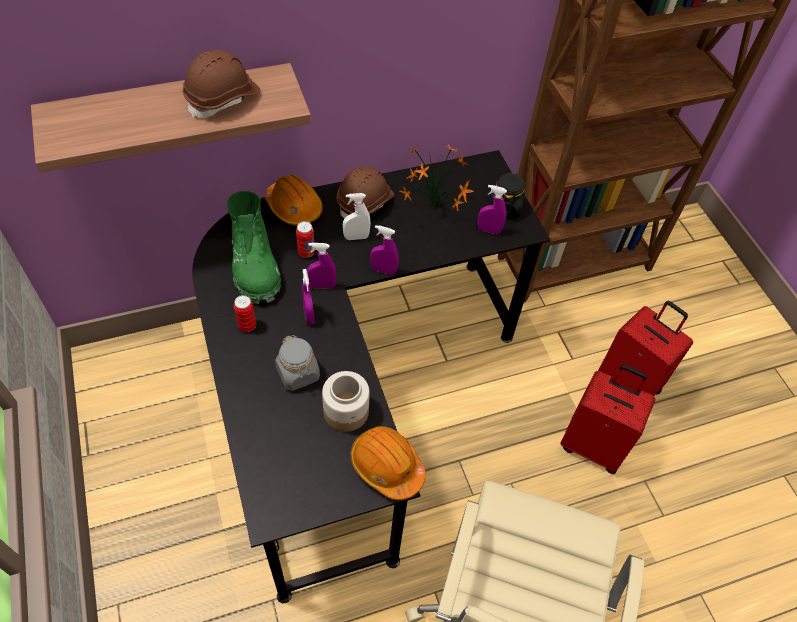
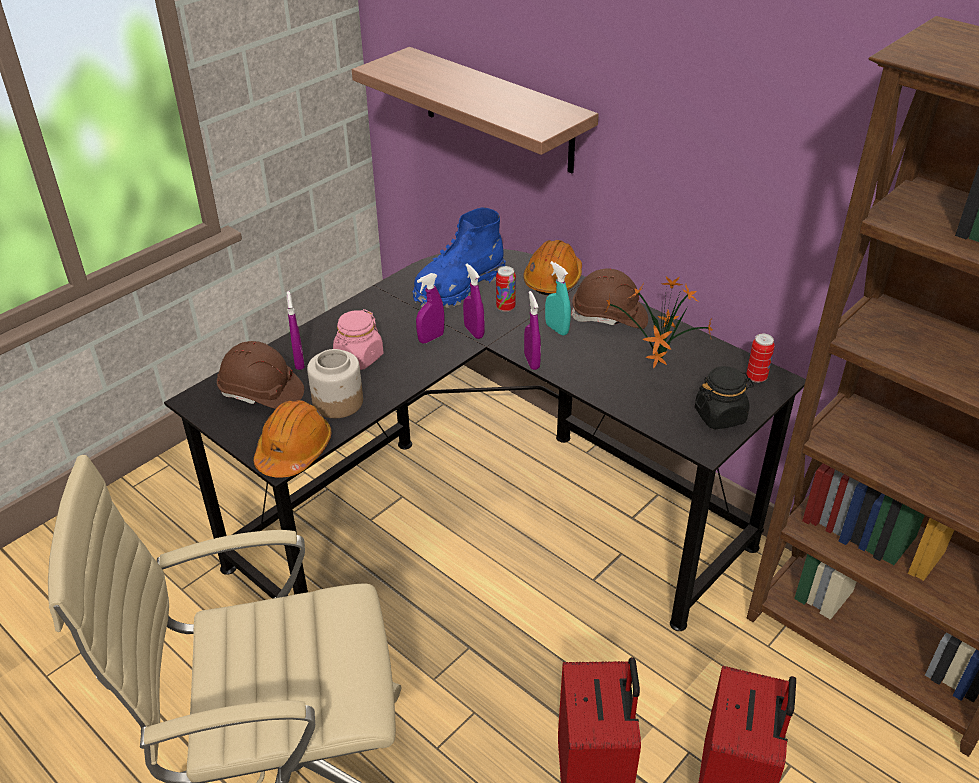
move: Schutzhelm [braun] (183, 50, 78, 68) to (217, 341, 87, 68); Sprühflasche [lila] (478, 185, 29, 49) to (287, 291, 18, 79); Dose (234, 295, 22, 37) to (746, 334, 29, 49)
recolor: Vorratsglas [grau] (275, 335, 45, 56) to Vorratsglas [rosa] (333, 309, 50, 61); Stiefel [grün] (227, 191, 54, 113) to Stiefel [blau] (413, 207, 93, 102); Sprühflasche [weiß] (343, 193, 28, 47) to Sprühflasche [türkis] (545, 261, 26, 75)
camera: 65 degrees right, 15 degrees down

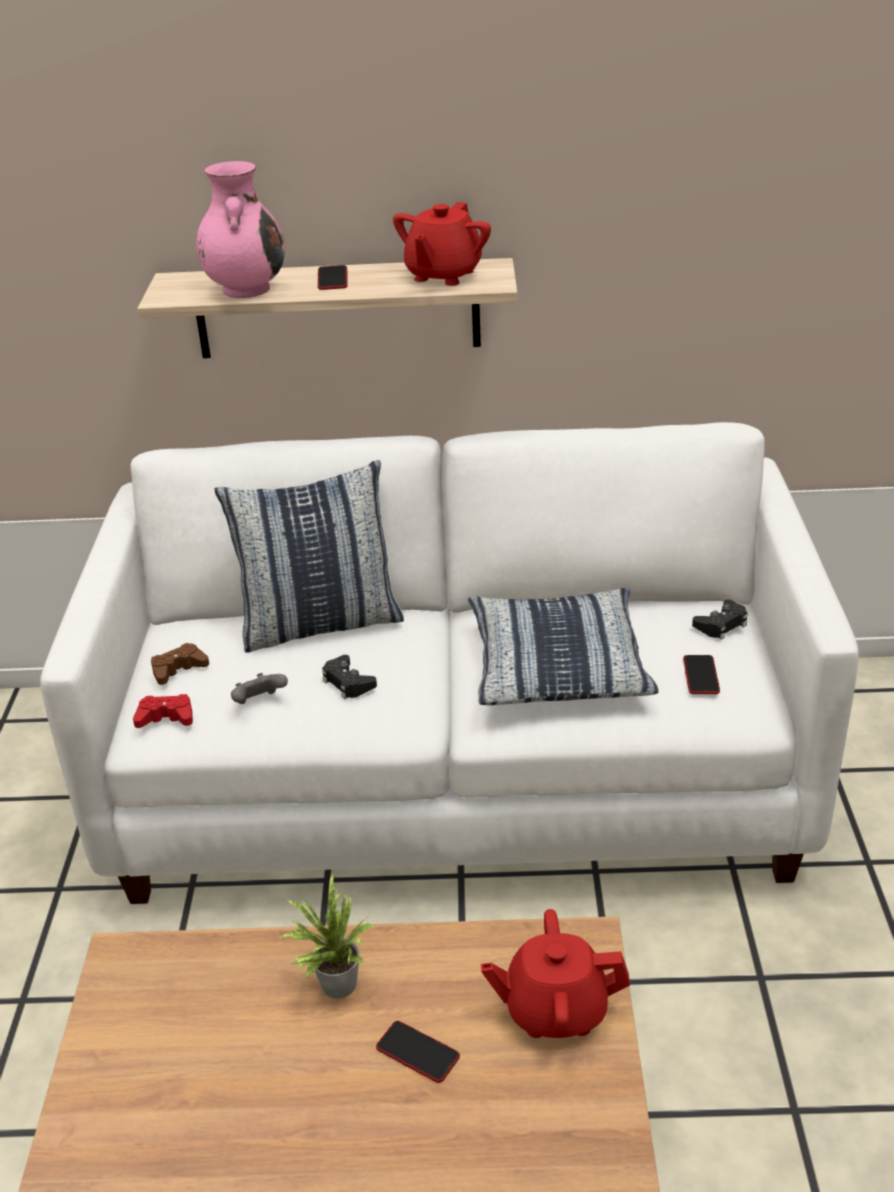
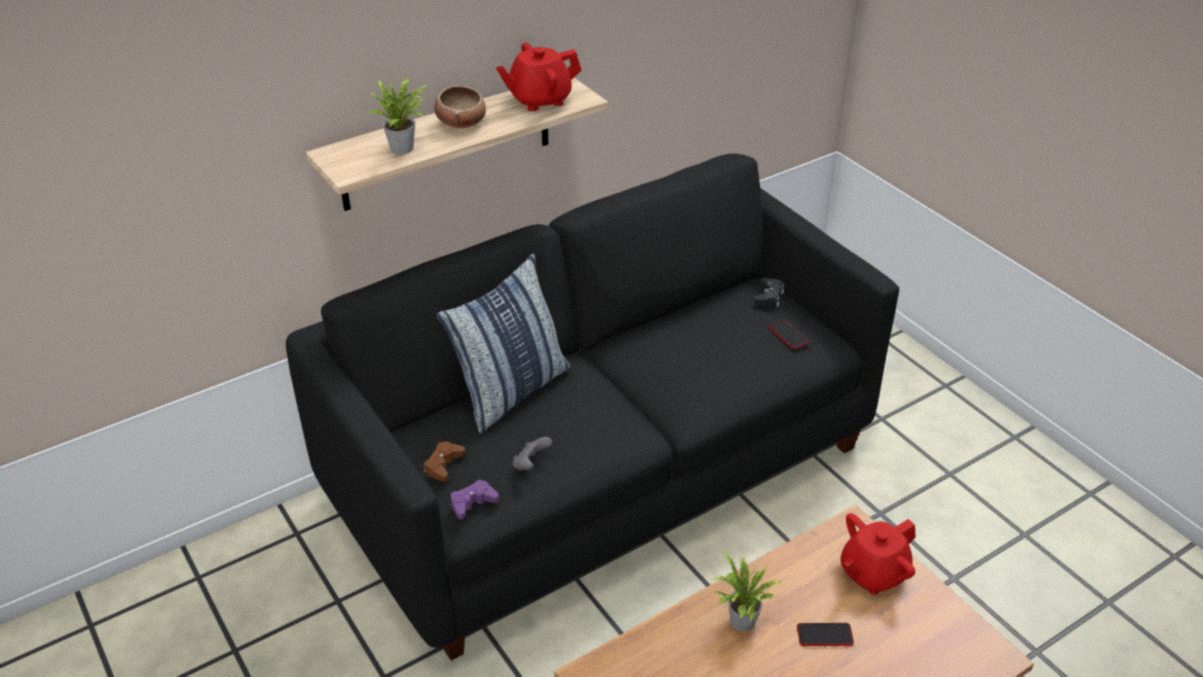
delete: Gamepad [schwarz] (322, 655, 55, 44); Kissen (468, 588, 190, 117)
replace: Vase [rosa] (196, 161, 89, 137) to Topfpflanze (369, 78, 60, 76); Handy (318, 265, 30, 25) to Schüssel (434, 86, 52, 42)
recolor: Sofa [weiß] (40, 422, 819, 482) to Sofa [schwarz] (286, 154, 613, 507); Gamepad [rot] (133, 694, 60, 34) to Gamepad [lila] (451, 480, 48, 39)
rotate: Teekanne [rot] (393, 202, 98, 84) = (496, 43, 85, 68) 75 degrees clockwise
camera: 35 degrees left, 5 degrees up

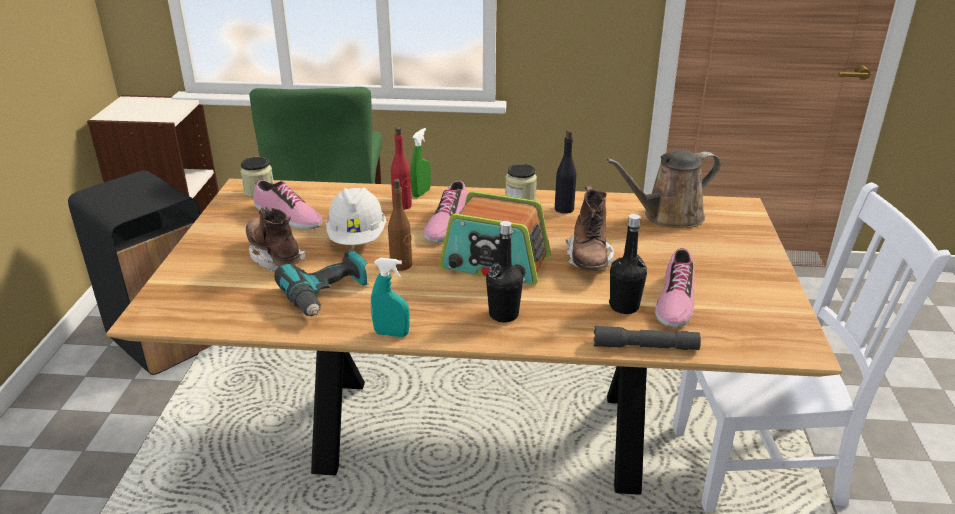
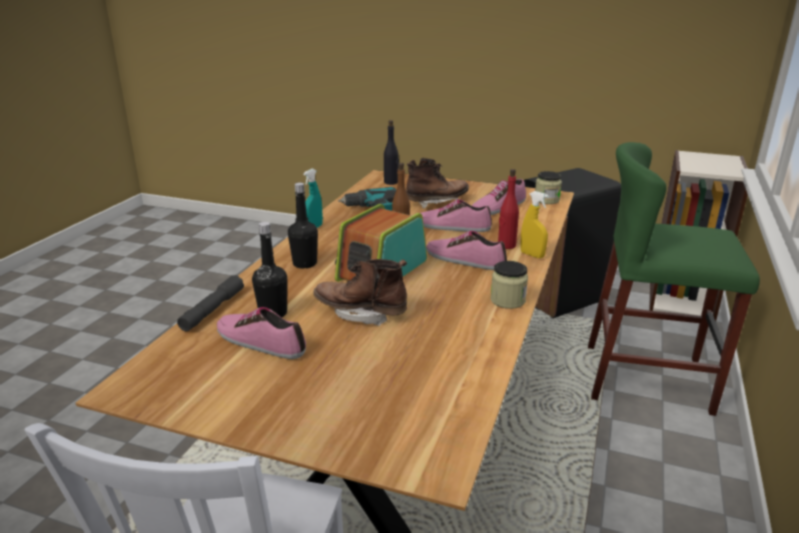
delete: Gießkanne [braun] (606, 150, 115, 78)
move: Flasche [schwarz] (555, 130, 21, 84) to (384, 120, 15, 65)
replace: Schutzhelm [weiß] (326, 187, 60, 58) to Schuh (421, 199, 71, 33)
recolor: Sprühflasche [grün] (410, 128, 21, 70) to Sprühflasche [gelb] (521, 191, 28, 67)
camera: 105 degrees right, 5 degrees down

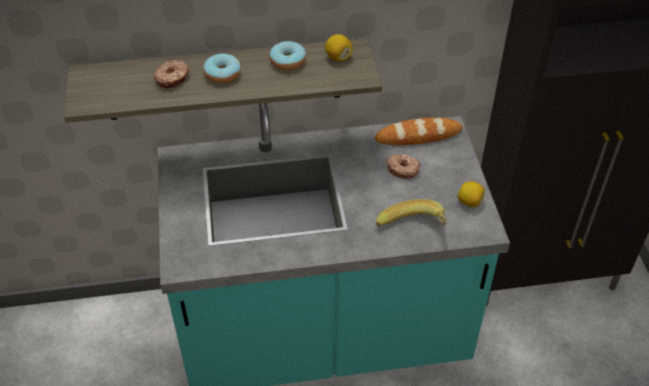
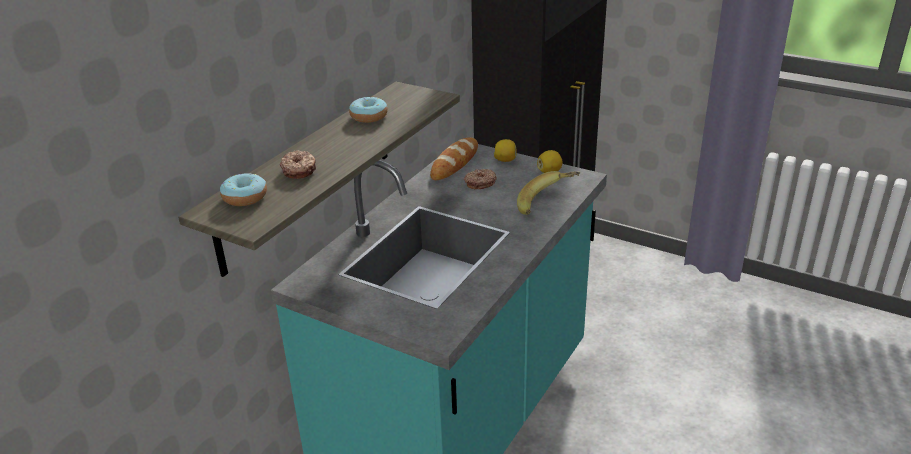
move: Donut (203, 53, 38, 30) to (220, 173, 47, 33); Zitrone (325, 34, 28, 27) to (494, 139, 23, 23)
camera: 50 degrees left, 15 degrees down

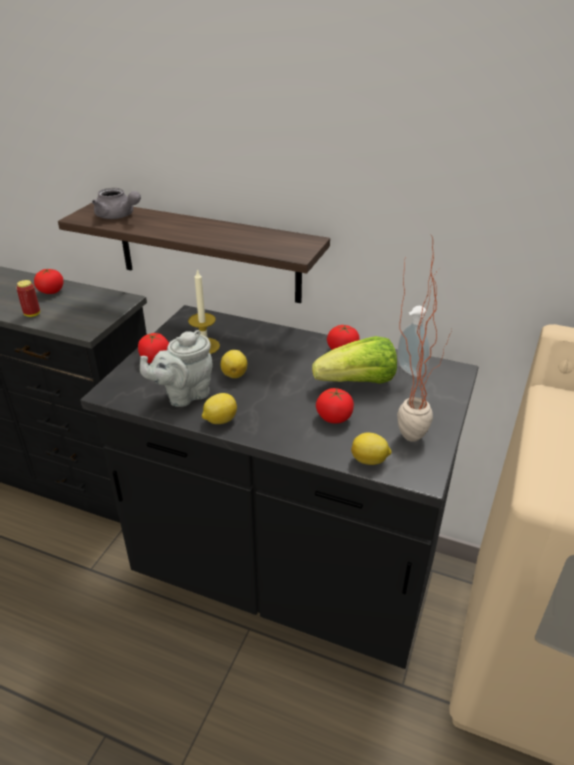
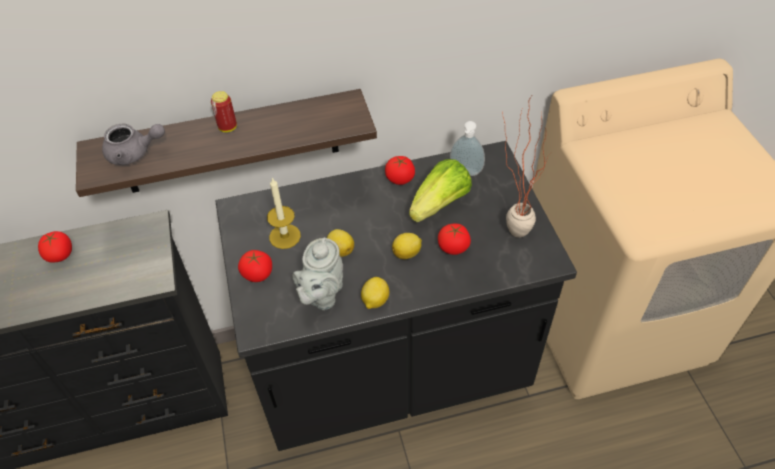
move: Dose (16, 280, 24, 37) to (211, 91, 26, 41); Zitrone (351, 433, 41, 32) to (392, 233, 30, 26)
camera: 35 degrees left, 15 degrees up

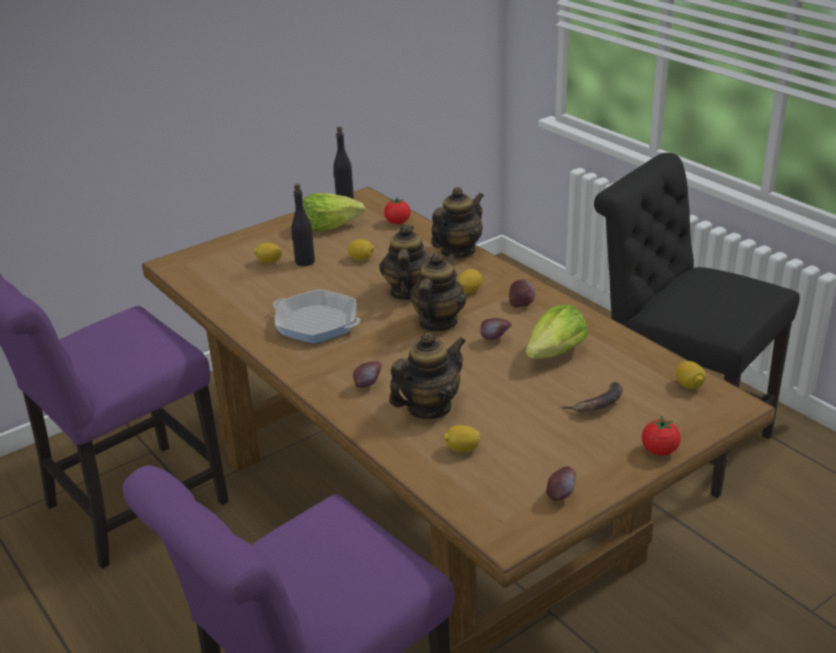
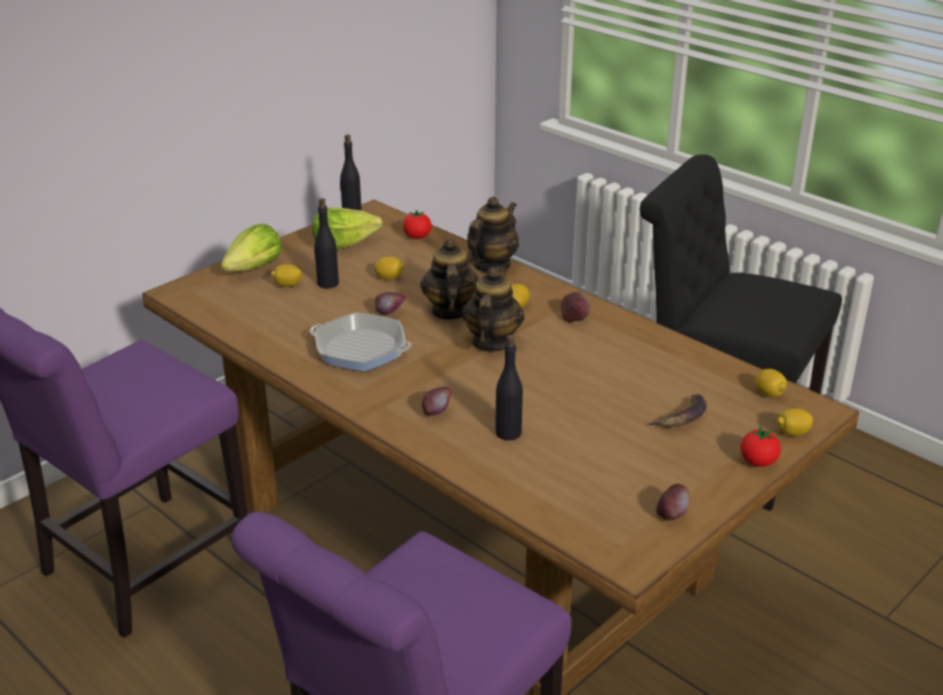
move: Salatkopf (525, 304, 63, 55) to (221, 224, 61, 48); Apfel (480, 318, 32, 22) to (375, 292, 31, 22); Zitrone (444, 425, 37, 27) to (777, 408, 36, 28)
replace: Teekanne (389, 332, 77, 87) to Flasche [schwarz] (495, 335, 28, 106)
camera: 10 degrees left, 0 degrees up

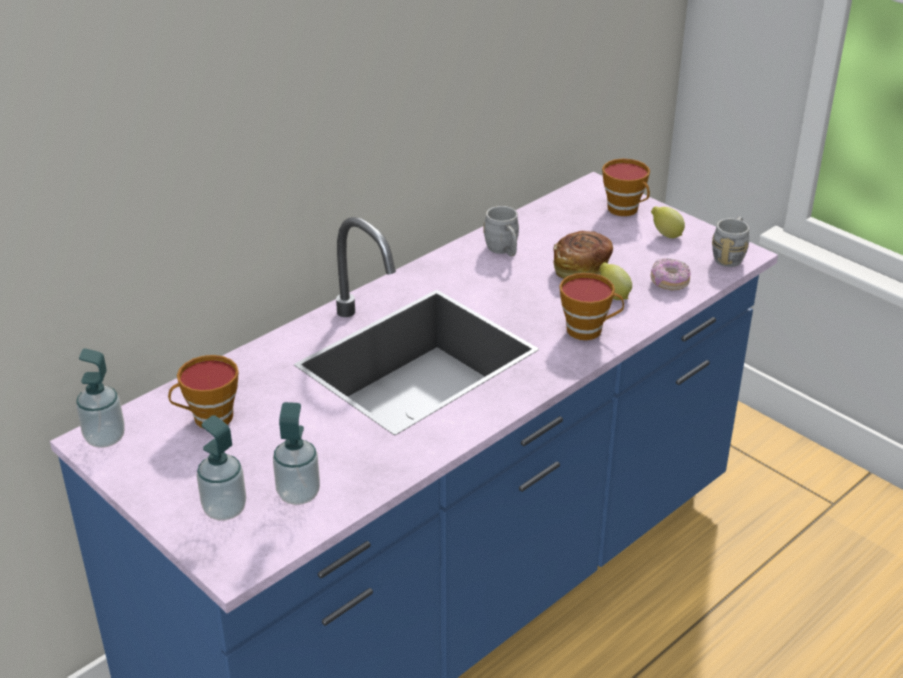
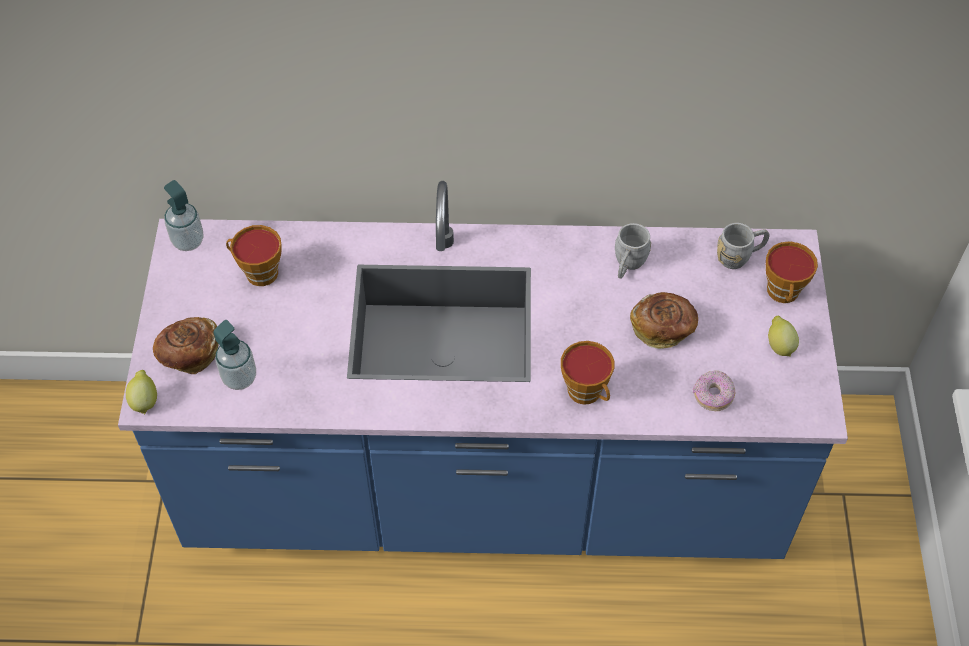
move: Zitrone (599, 262, 33, 38) to (126, 370, 31, 44); Henkelbecher [grau] (712, 217, 37, 50) to (717, 223, 53, 46)
replace: Seifenspender (197, 415, 49, 105) to Brot (153, 317, 66, 57)
camera: 45 degrees right, 20 degrees up

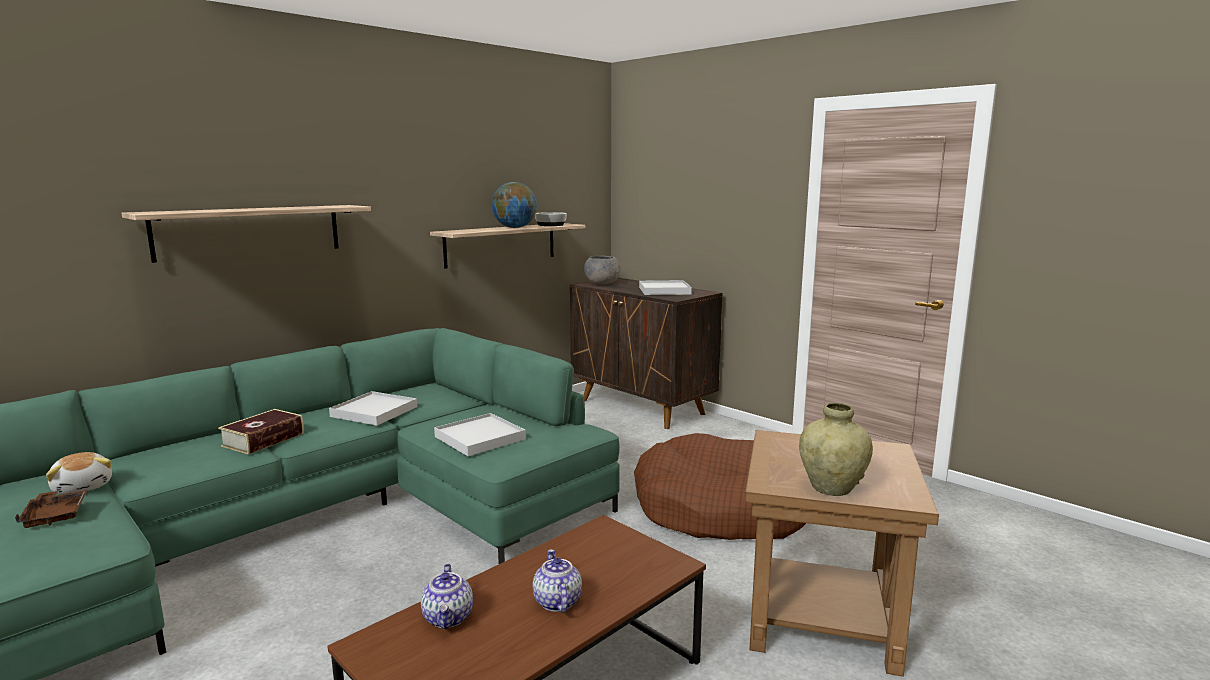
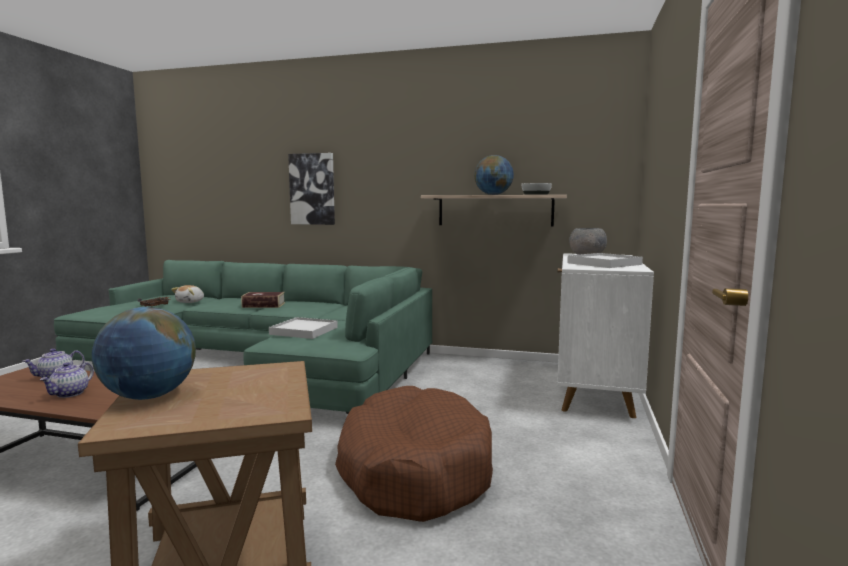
delete: Tablett [weiß] (329, 391, 88, 35)
replace: Vase [beige] (799, 403, 74, 93) to Globus (92, 307, 104, 93); Wandregal (122, 205, 249, 58) to Bild (288, 153, 47, 72)
recolor: Schrank [braun] (570, 278, 153, 151) to Schrank [weiß] (557, 253, 97, 165)
rotate: Teekanne (533, 549, 49, 64) = (40, 362, 54, 36) 150 degrees clockwise
camera: 60 degrees right, 5 degrees down

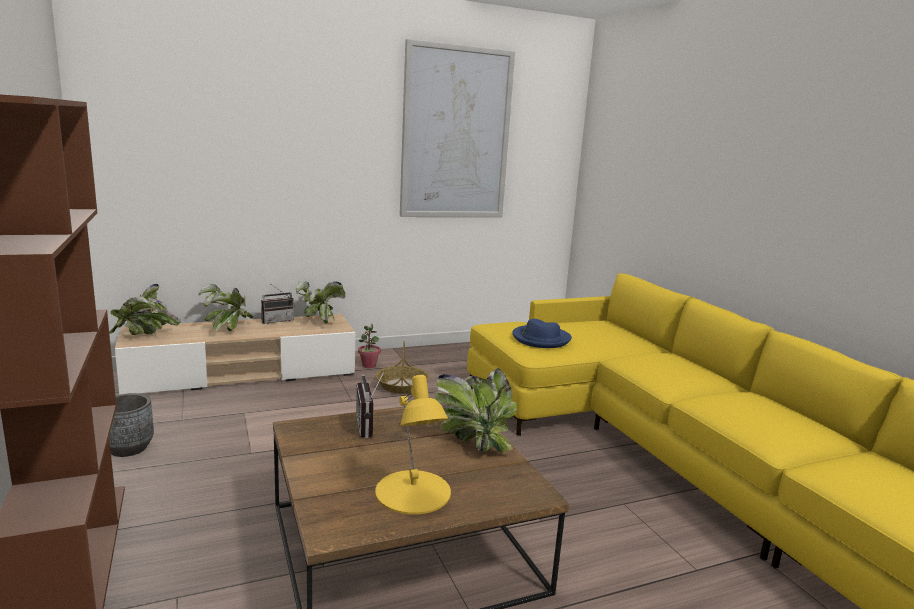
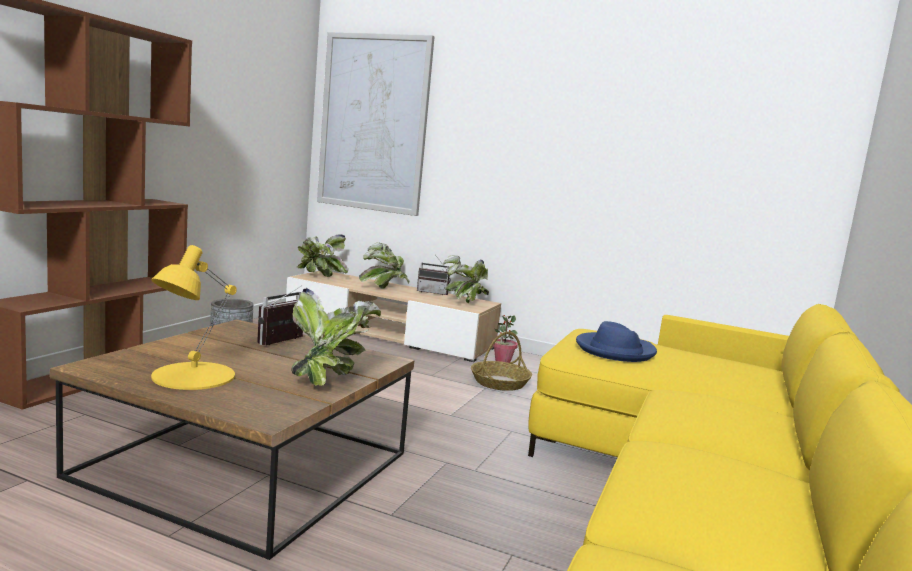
move: Bild (400, 39, 115, 178) to (317, 32, 118, 184)
camera: 45 degrees right, 5 degrees down

